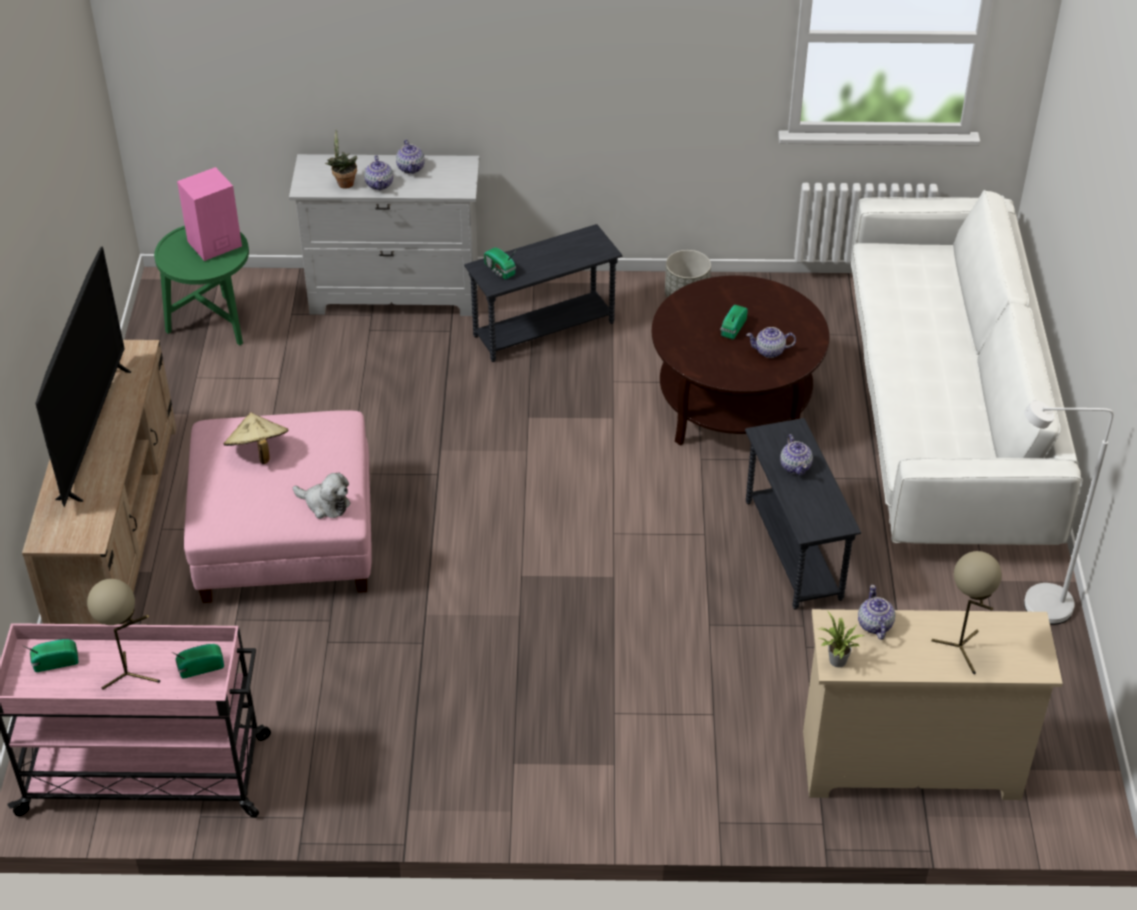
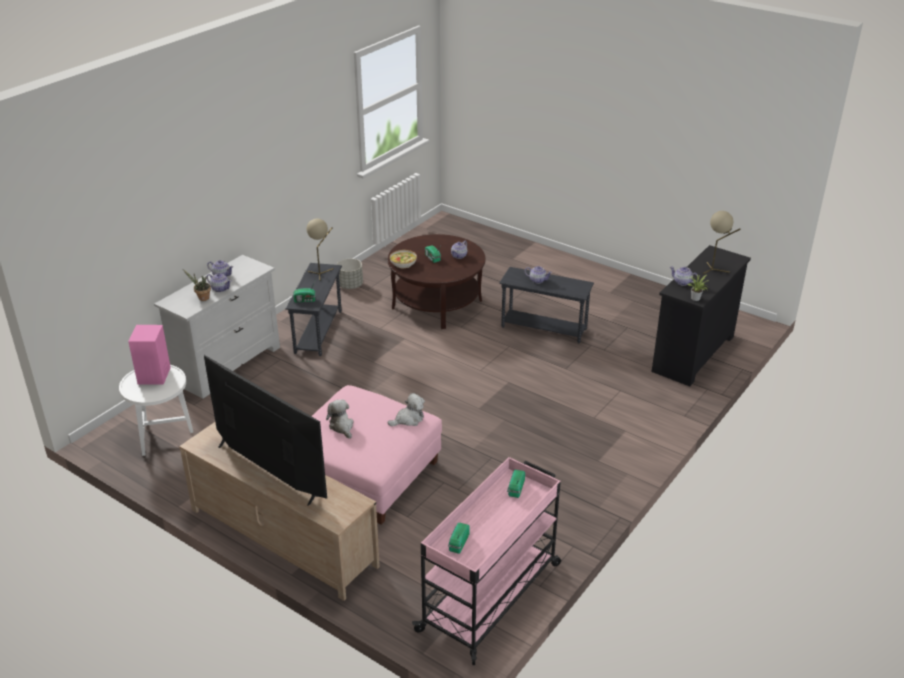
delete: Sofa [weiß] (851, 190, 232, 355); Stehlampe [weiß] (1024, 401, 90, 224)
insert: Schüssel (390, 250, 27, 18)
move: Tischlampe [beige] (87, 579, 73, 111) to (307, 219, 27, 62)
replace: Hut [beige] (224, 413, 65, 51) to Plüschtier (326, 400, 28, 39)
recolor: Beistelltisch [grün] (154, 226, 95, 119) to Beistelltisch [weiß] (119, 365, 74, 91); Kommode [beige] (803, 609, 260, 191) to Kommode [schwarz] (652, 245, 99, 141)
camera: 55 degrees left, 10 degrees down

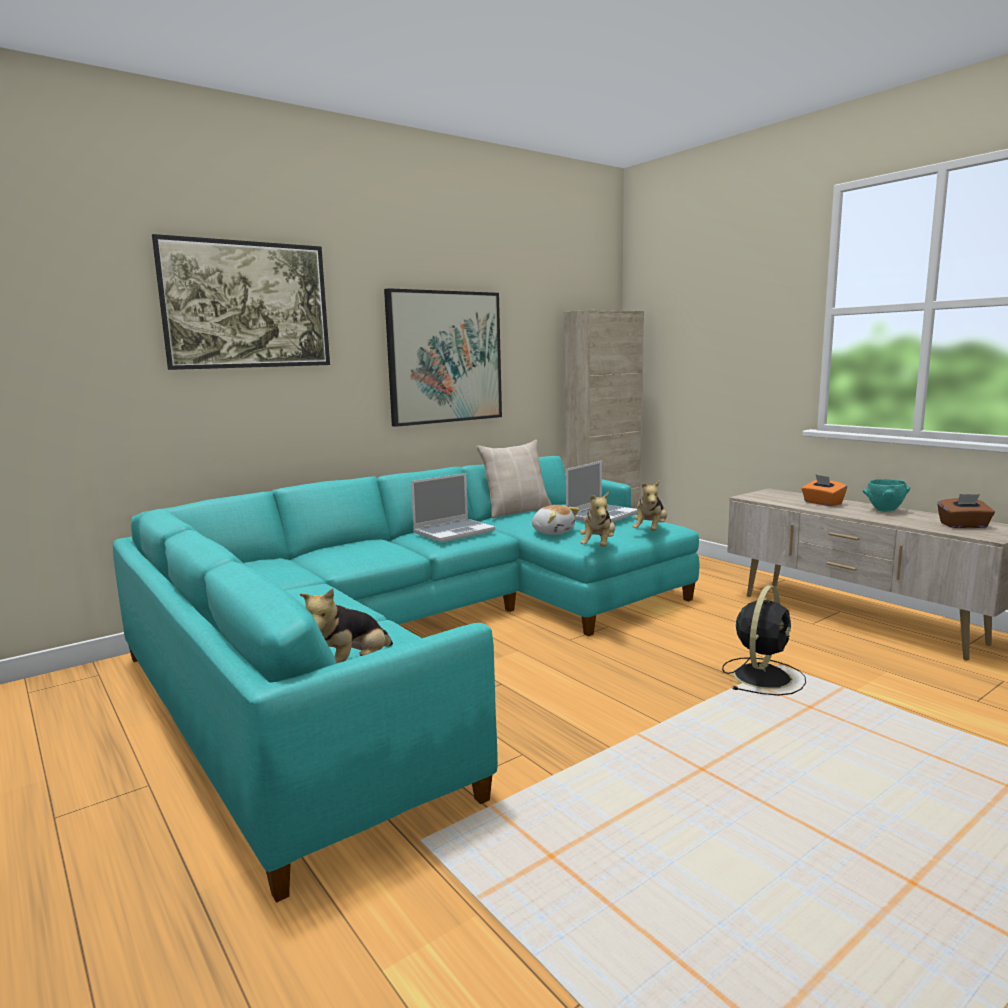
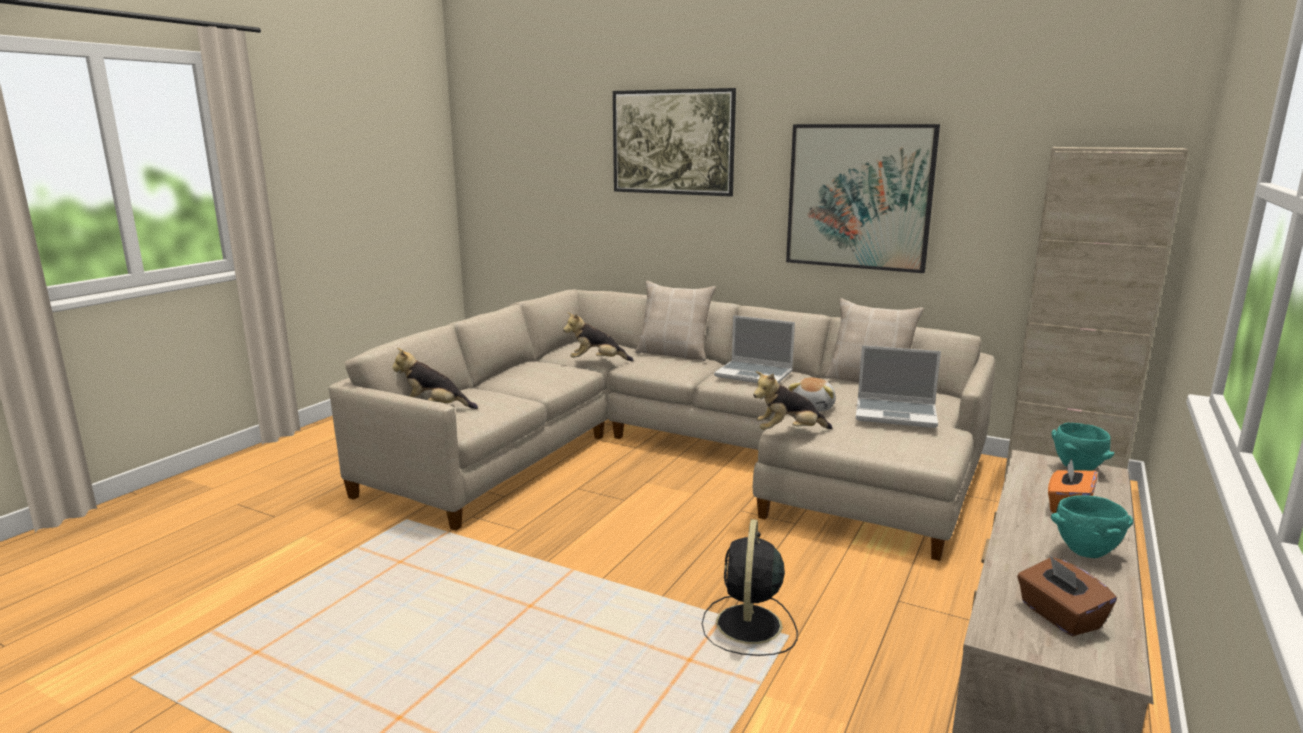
insert: Kissen [beige] (636, 281, 80, 80); Schüssel [türkis] (1051, 423, 63, 48)
move: Plüschtier (633, 480, 34, 51) to (563, 312, 71, 49)
recolor: Sofa [türkis] (113, 456, 586, 447) to Sofa [beige] (328, 290, 667, 271)
rotate: Ventilator [schwarz] (722, 585, 84, 111) = (702, 519, 96, 137) 90 degrees clockwise
camera: 65 degrees right, 5 degrees up

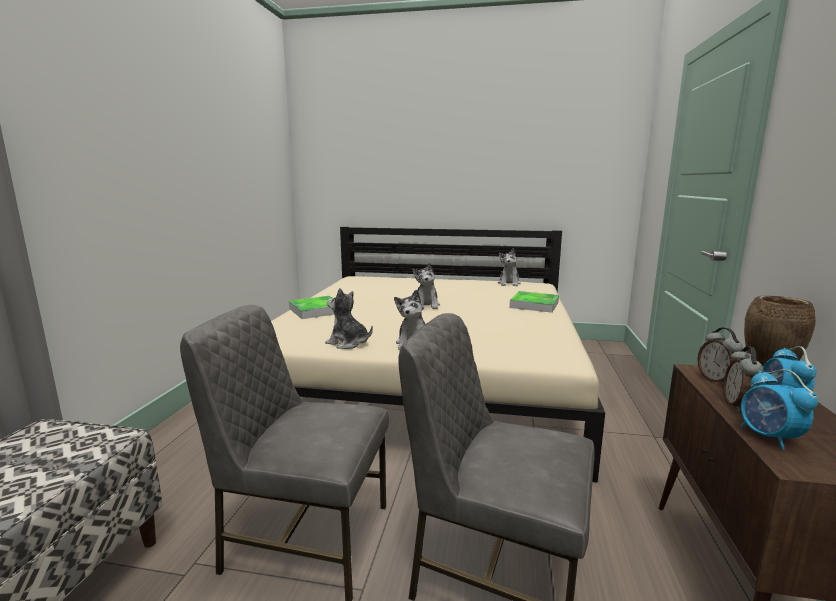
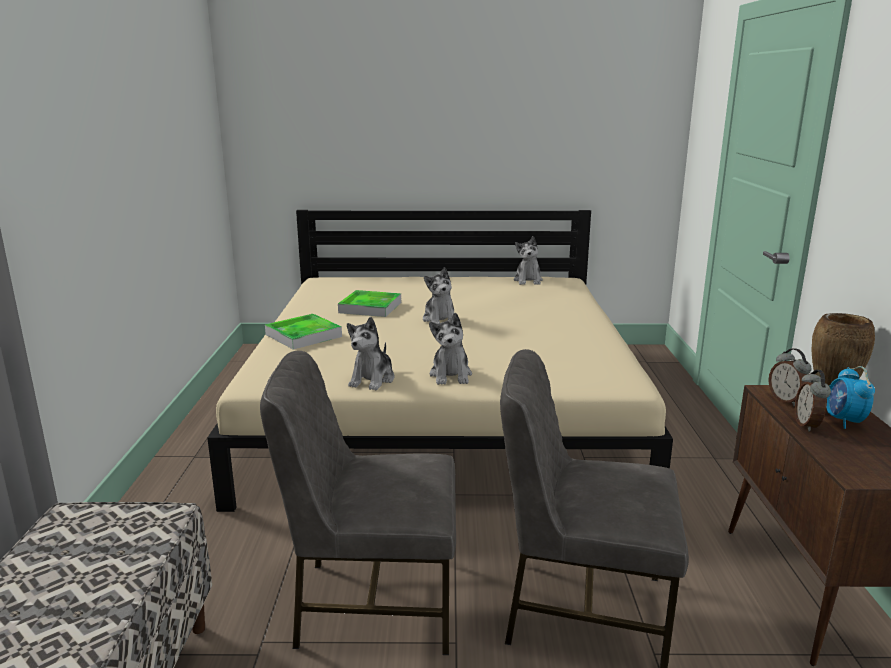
delete: Wecker (740, 369, 78, 81)
move: Tablett (509, 291, 50, 22) to (338, 290, 63, 27)
rotate: Plüschtier (325, 288, 48, 61) = (347, 317, 47, 73) 90 degrees counterclockwise
camera: 10 degrees left, 5 degrees up

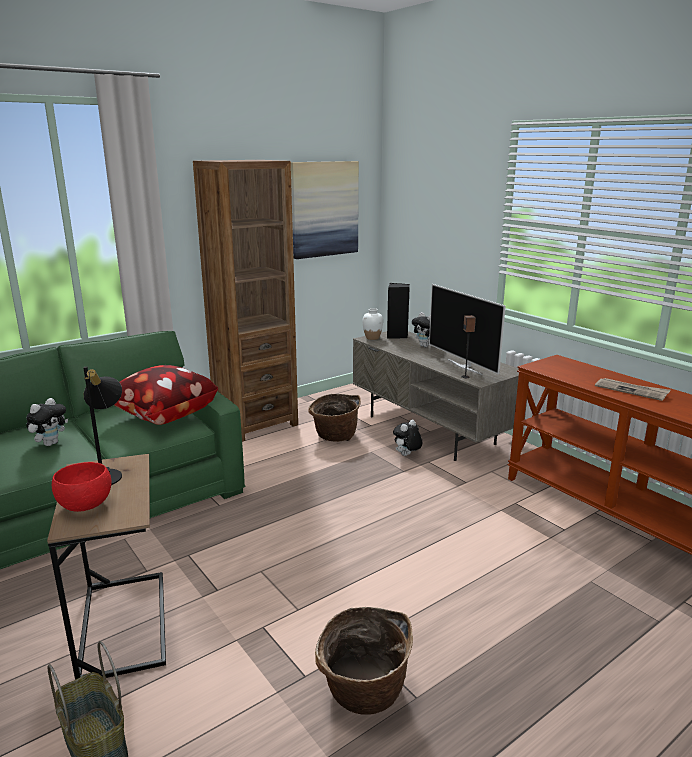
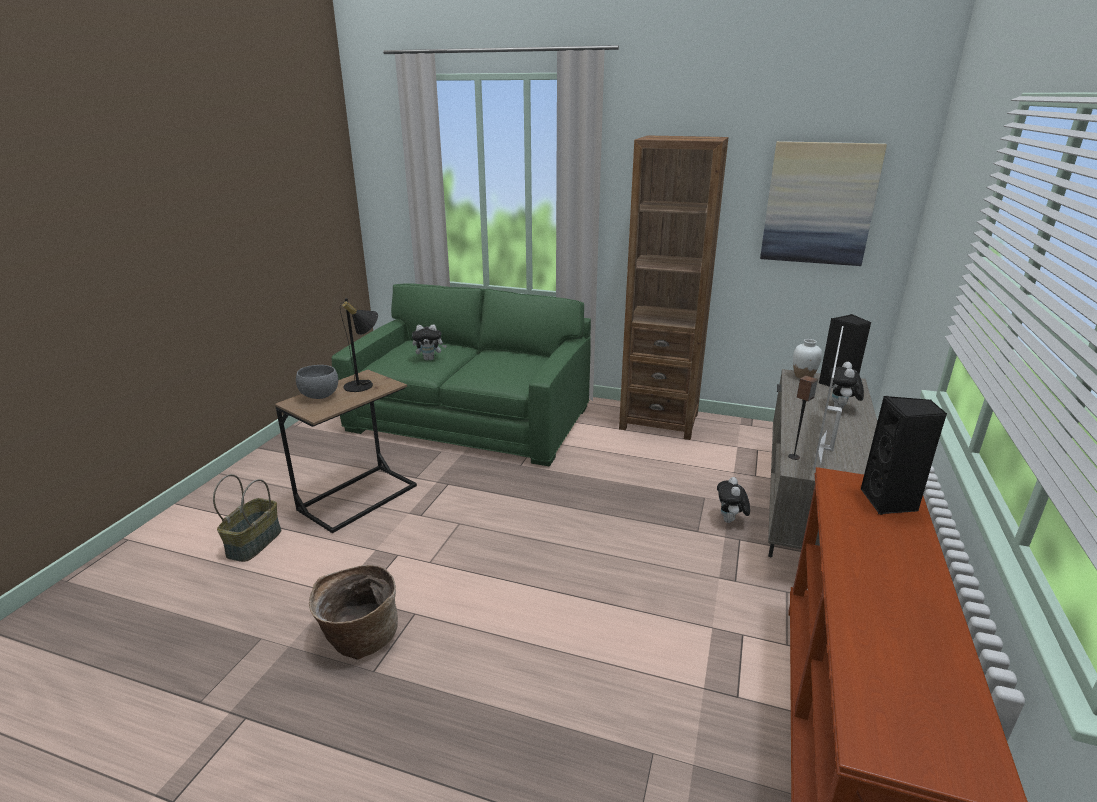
delete: Kissen (114, 365, 104, 60); Korb (308, 394, 53, 48); Zeitung (595, 378, 76, 23)
insert: Lautsprecher [schwarz] (861, 396, 86, 119)
recolor: Schüssel [rot] (52, 462, 59, 50) to Schüssel [grau] (296, 365, 42, 34)
rotate: Plüschtier (393, 419, 29, 37) = (717, 477, 33, 46) 90 degrees counterclockwise
camera: 55 degrees right, 5 degrees up

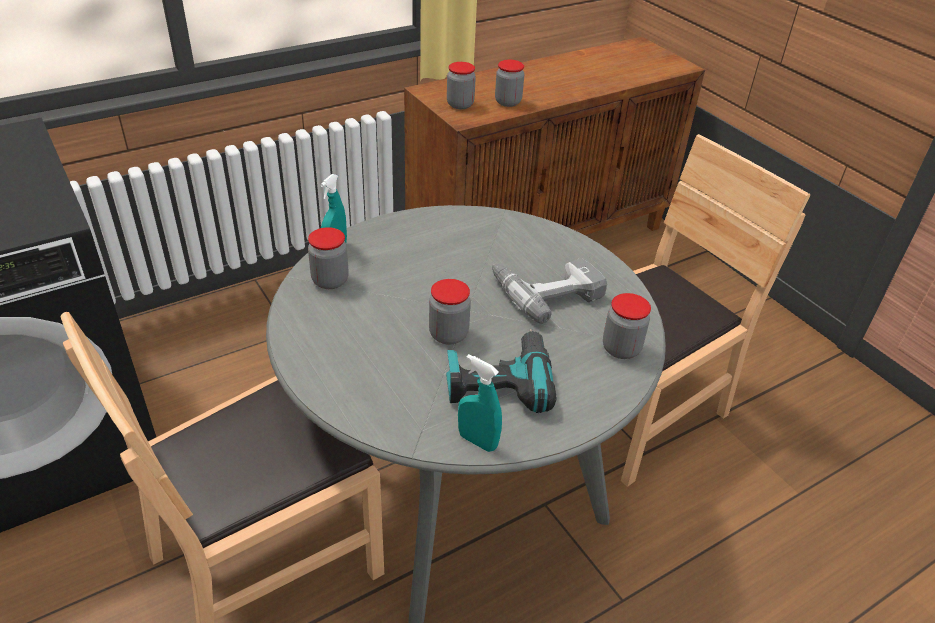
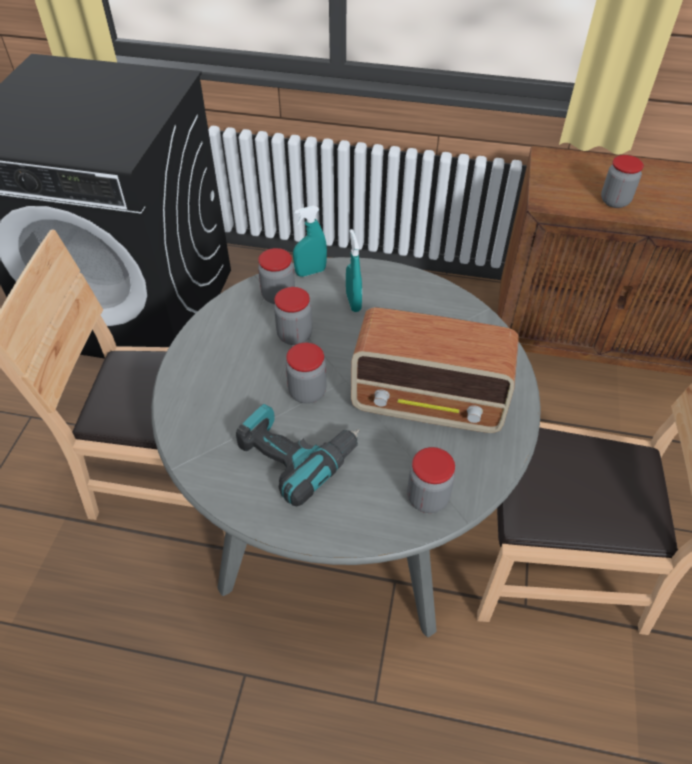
move: Vorratsglas (447, 62, 29, 47) to (274, 287, 38, 58); Sprühflasche [türkis] (458, 354, 44, 98) to (346, 229, 16, 83)
replace: Bohrmaschine (492, 258, 115, 66) to Radio (351, 307, 168, 126)
camera: 45 degrees right, 10 degrees up

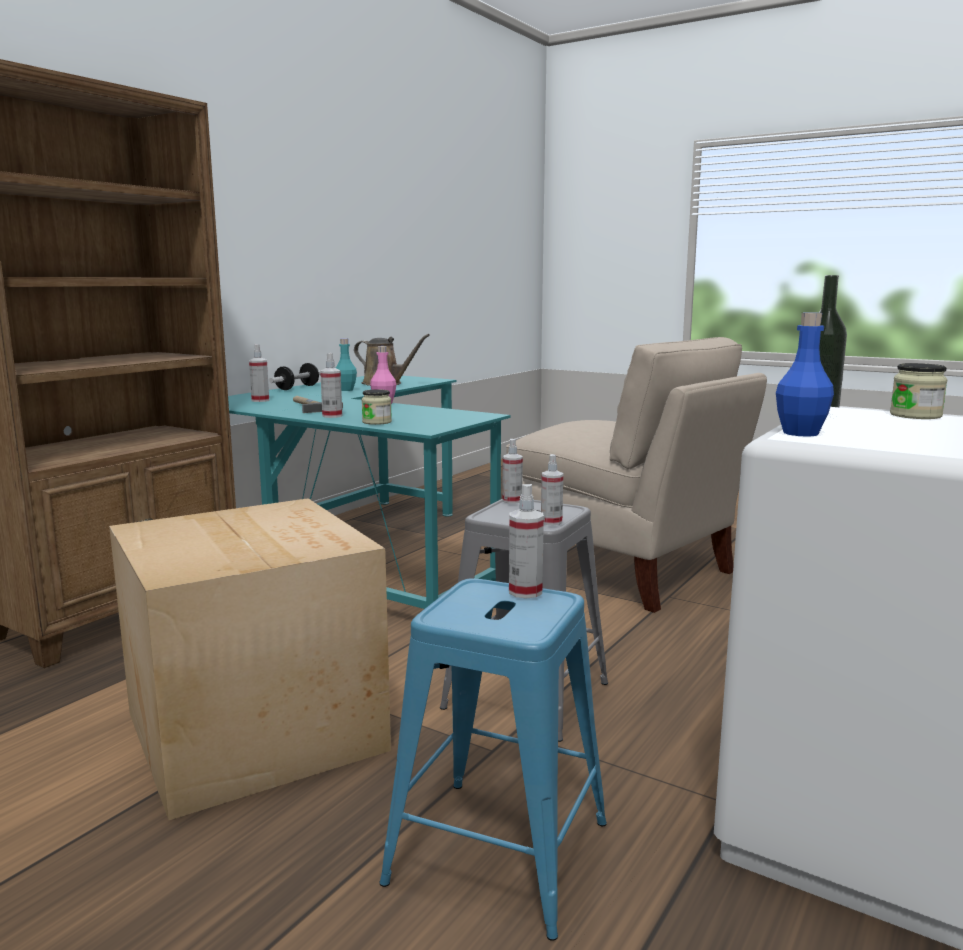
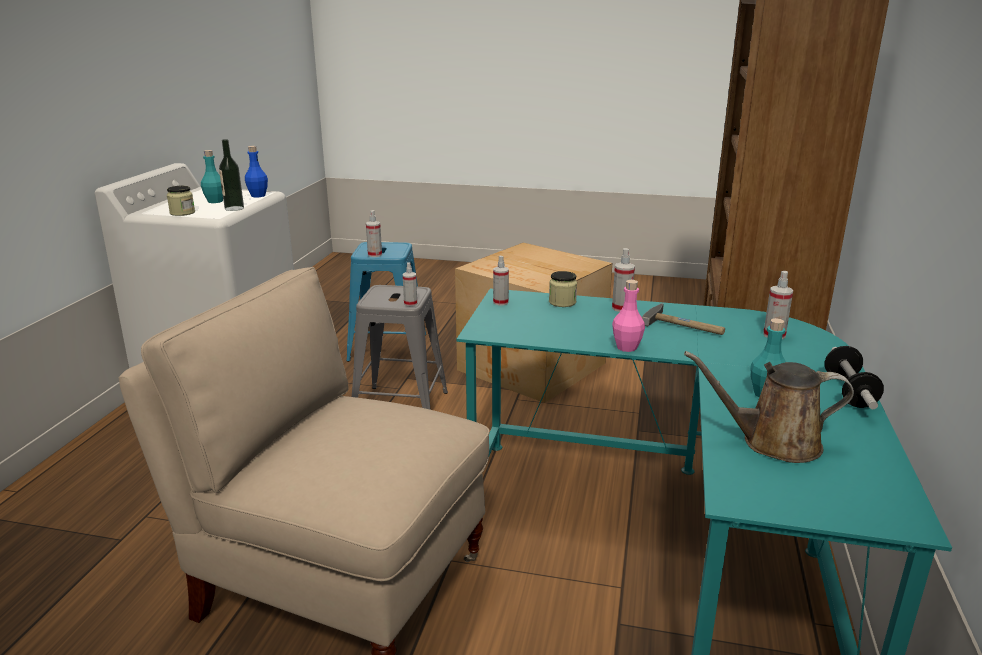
insert: Flasche [türkis] (201, 150, 22, 53)
move: Sprühflasche (541, 454, 22, 71) to (493, 256, 16, 50)
camera: 160 degrees right, 10 degrees up

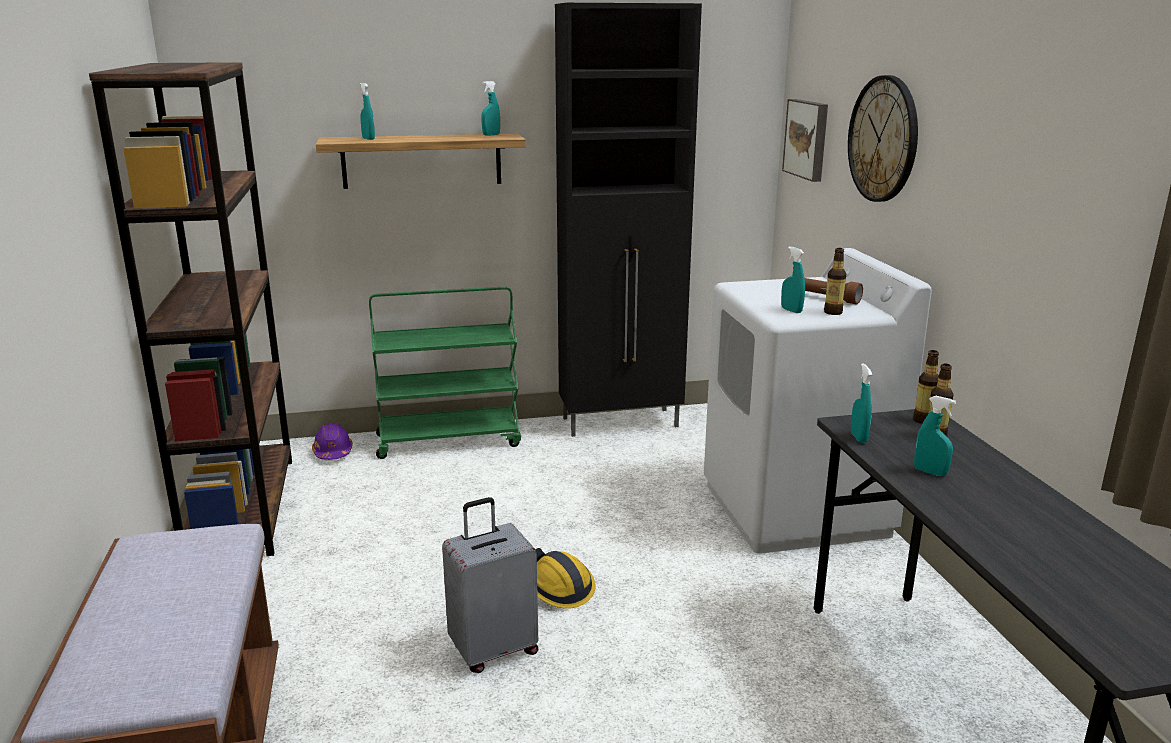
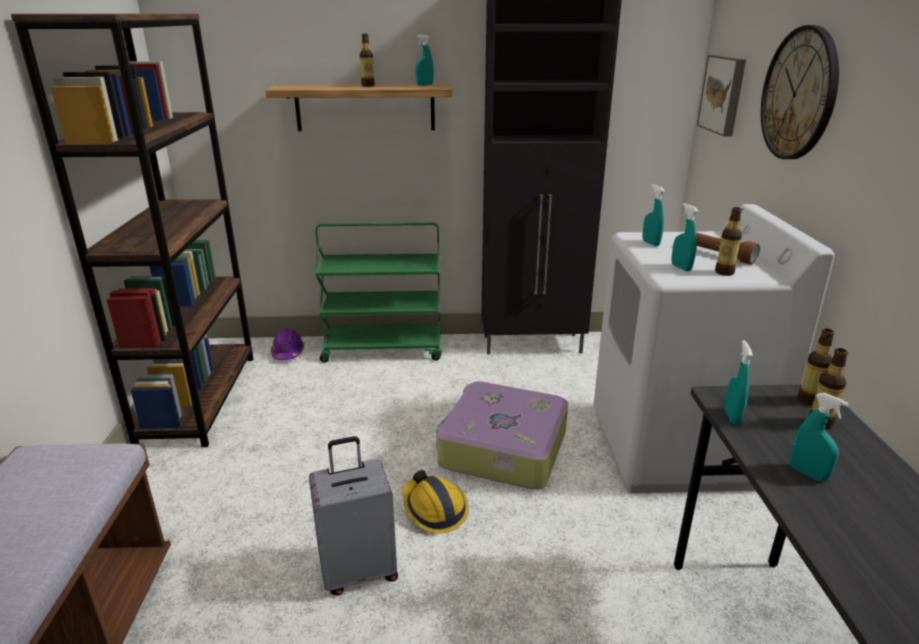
insert: Flasche (360, 34, 15, 53); Koffer (436, 381, 132, 109)
move: Sprühflasche [türkis] (360, 83, 15, 57) to (642, 185, 23, 61)
camera: 10 degrees right, 5 degrees up

